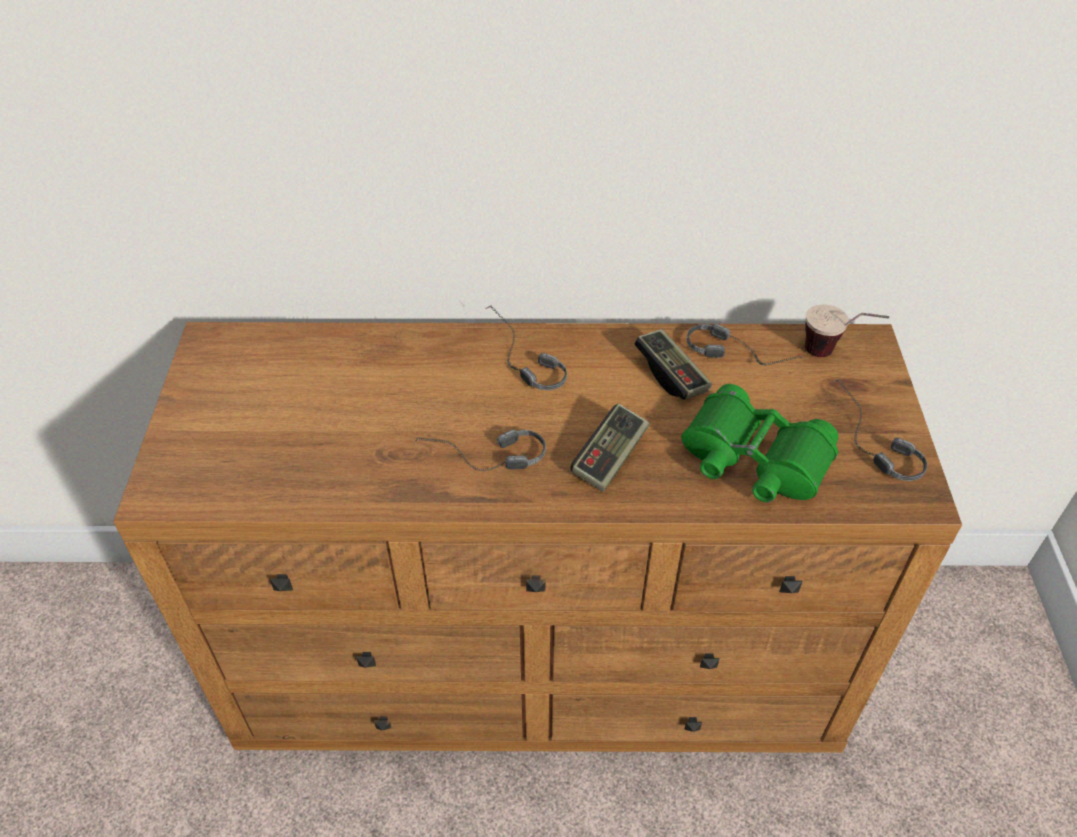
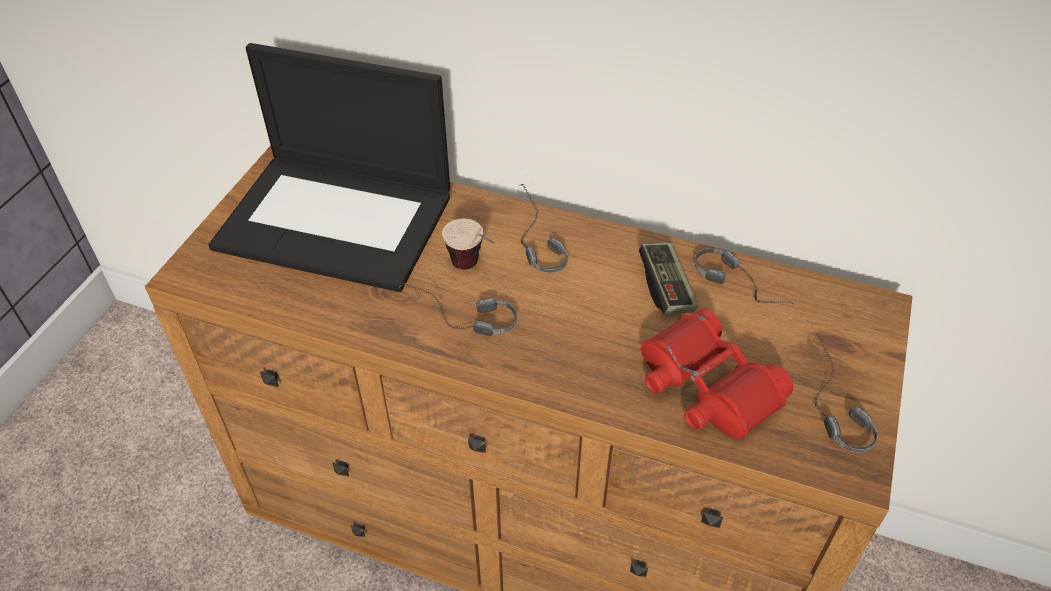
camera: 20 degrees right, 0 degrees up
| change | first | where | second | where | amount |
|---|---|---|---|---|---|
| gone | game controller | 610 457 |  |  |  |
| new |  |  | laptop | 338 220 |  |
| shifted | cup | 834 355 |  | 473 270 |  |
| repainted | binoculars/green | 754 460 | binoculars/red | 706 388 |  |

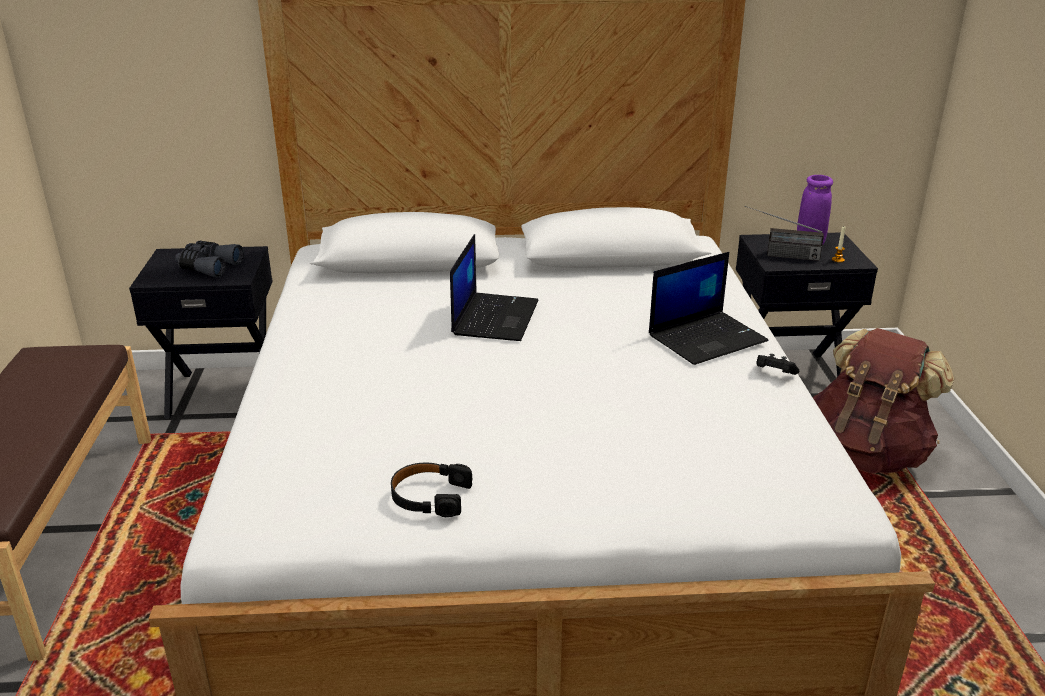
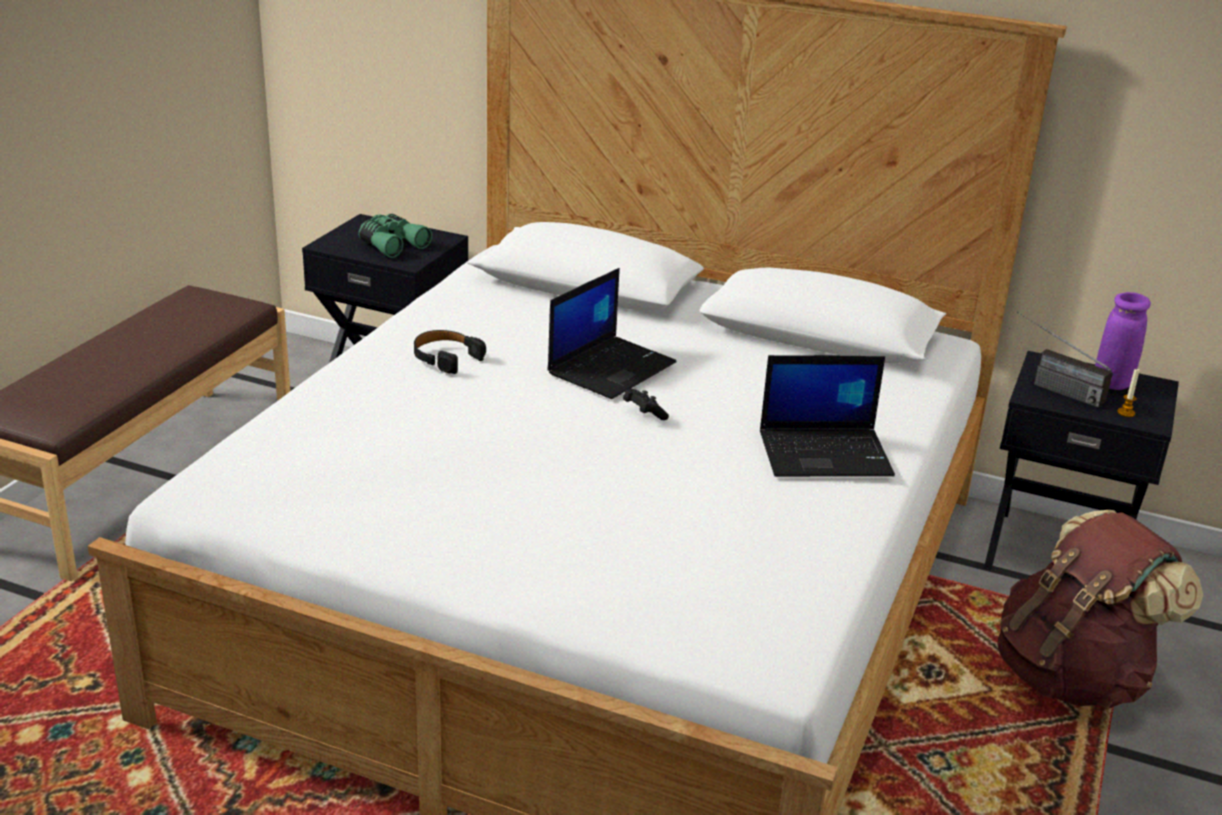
camera: 25 degrees right, 0 degrees up
| change | first | where | second | where | amount |
|---|---|---|---|---|---|
| shifted | headphones/black | 430 497 |  | 446 358 |  |
| shifted | game controller/black | 774 373 |  | 644 413 |  |
| repainted | binoculars/grey | 208 267 | binoculars/green | 391 244 |  |

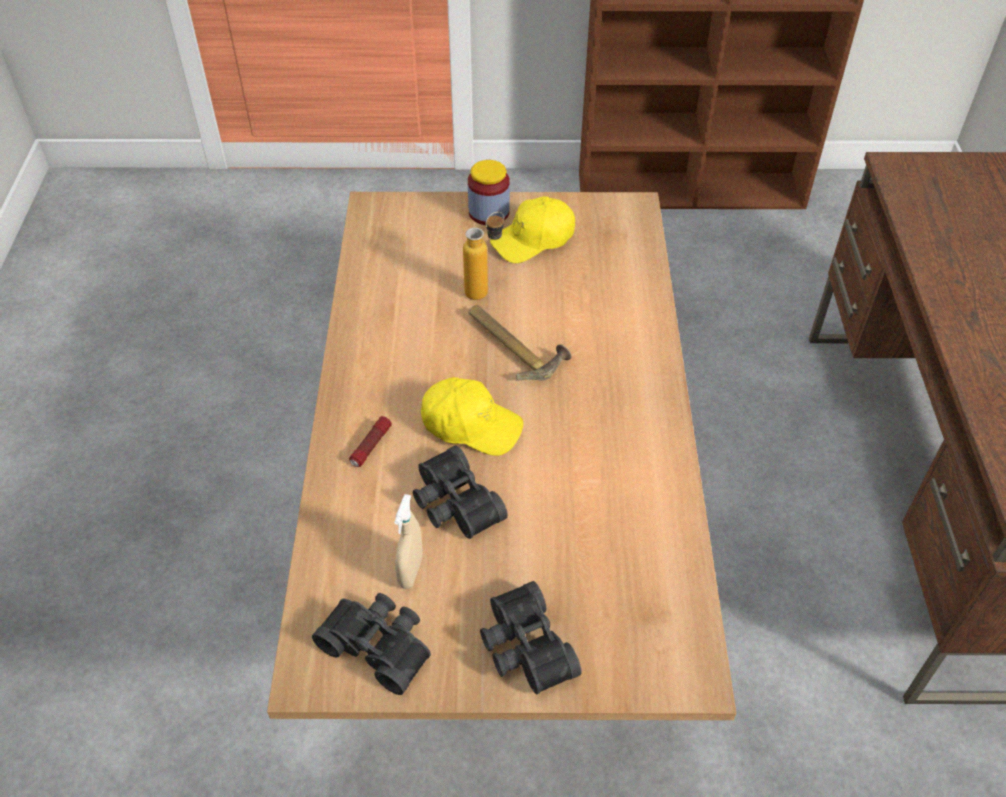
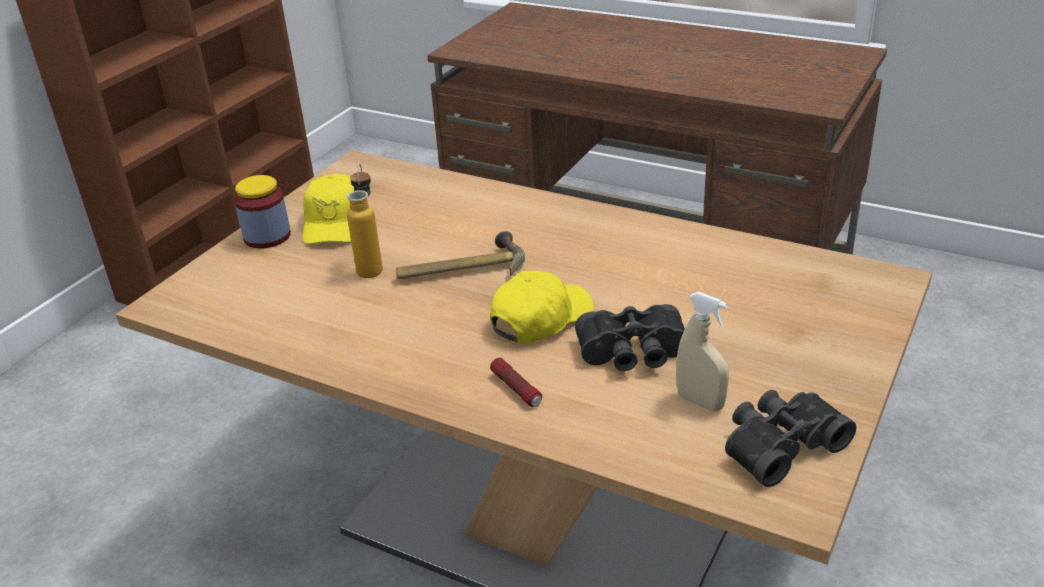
camera: 60 degrees left, 15 degrees down
| change | first | where | second | where | amount |
|---|---|---|---|---|---|
| gone | binoculars/black | 523 648 |  |  |  |

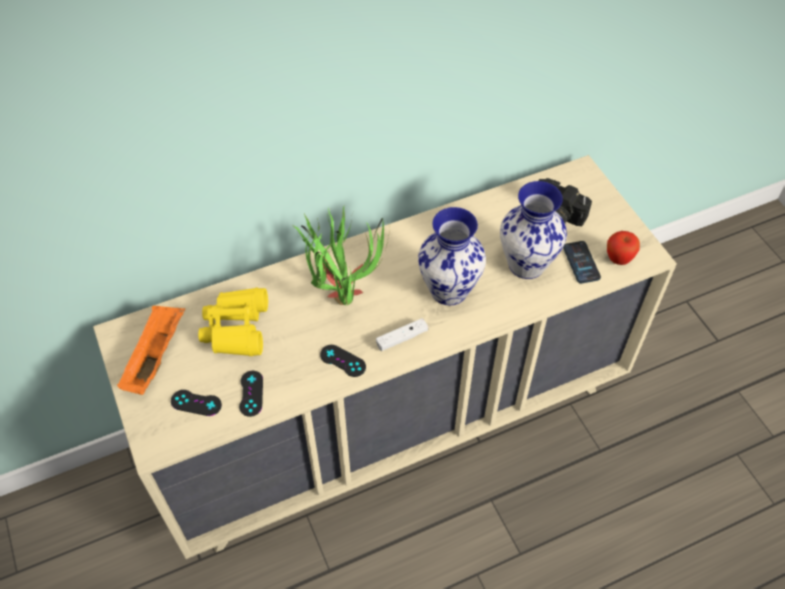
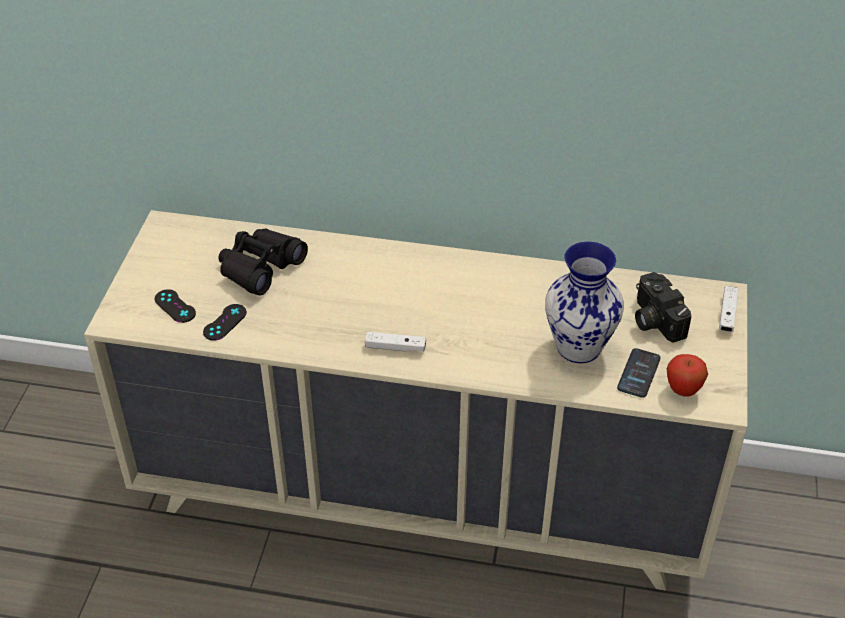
camera: 35 degrees right, 10 degrees down
| change | first | where | second | where | amount |
|---|---|---|---|---|---|
| gone | tray/orange | 155 356 |  |  |  |
| gone | potted plant | 342 290 |  |  |  |
| gone | game controller/black | 343 361 |  |  |  |
| gone | vase | 450 290 |  |  |  |
| new |  |  | game controller/white | 727 314 |  |
| repainted | binoculars/yellow | 236 328 | binoculars/black | 260 267 |  |

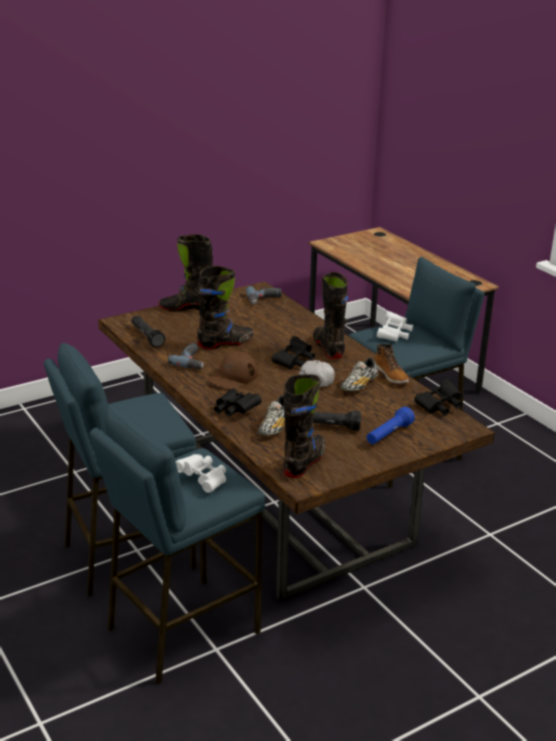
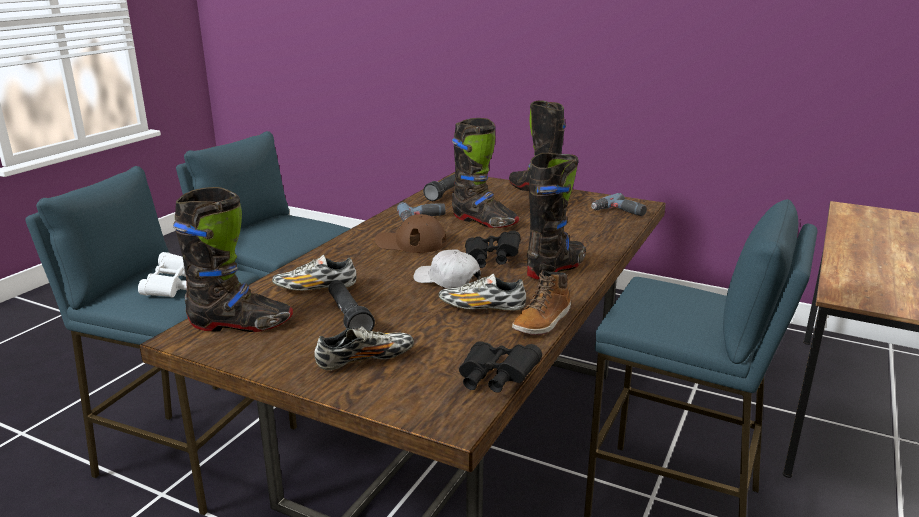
camera: 60 degrees right, 5 degrees down
| change | first | where | second | where | amount |
|---|---|---|---|---|---|
| gone | binoculars/black | 235 411 |  |  |  |
| gone | binoculars/white | 394 335 |  |  |  |
| swapped | flashlight/blue | 388 434 | shoe | 365 360 |  |

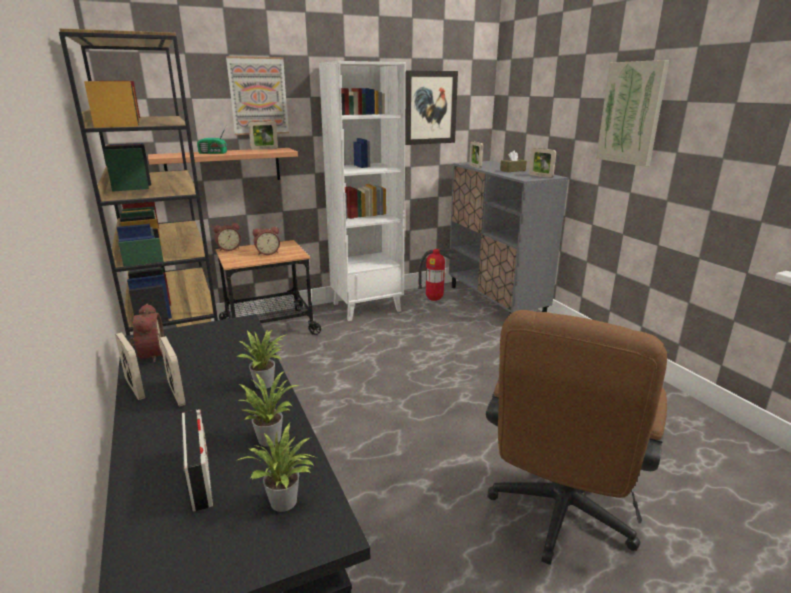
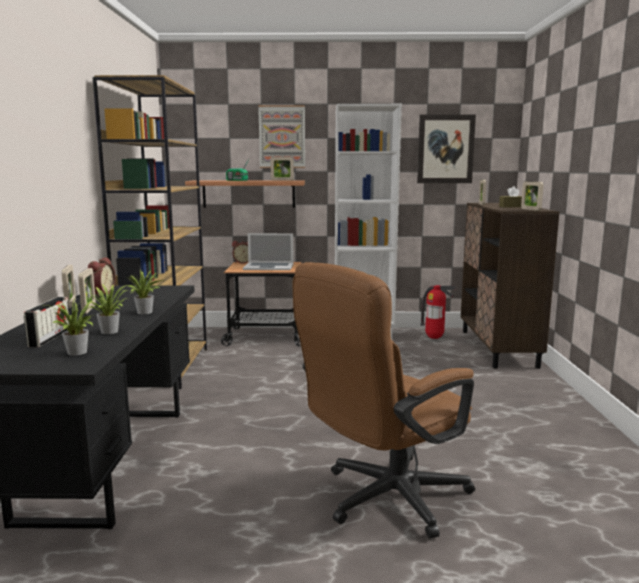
camera: 25 degrees right, 10 degrees down
| change | first | where | second | where | amount |
|---|---|---|---|---|---|
| gone | picture | 631 113 |  |  |  |
| swapped | alarm clock | 267 253 | laptop | 268 267 |  |
| repainted | cabinet/grey | 495 302 | cabinet/brown | 498 348 |  |

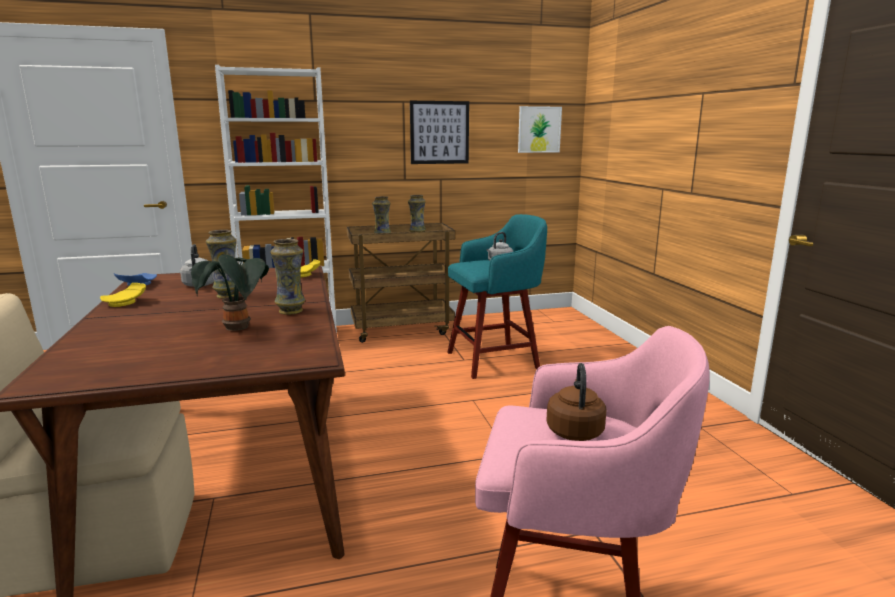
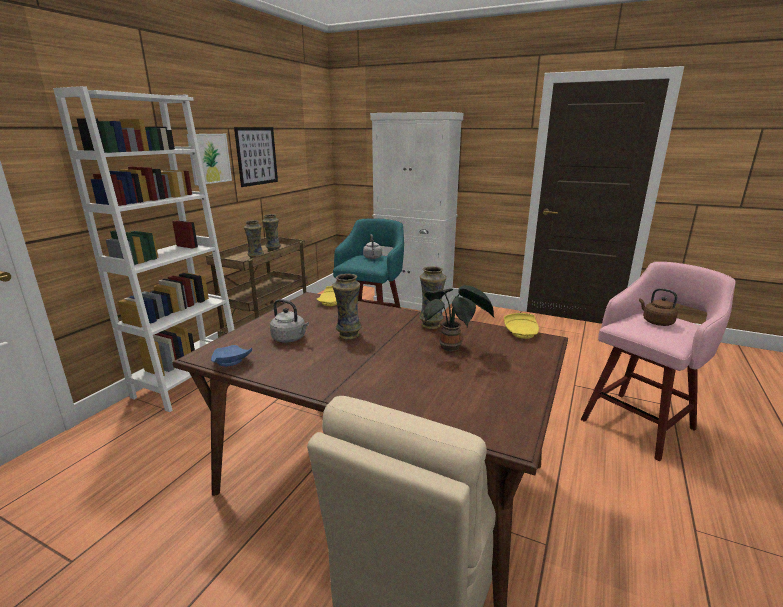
camera: 50 degrees left, 5 degrees up
| change | first | where | second | where | amount |
|---|---|---|---|---|---|
| new |  |  | cabinet/white | 413 302 |  |
| shifted | plate/yellow | 126 303 |  | 522 332 |  |
| shifted | picture | 539 129 |  | 209 158 |  |

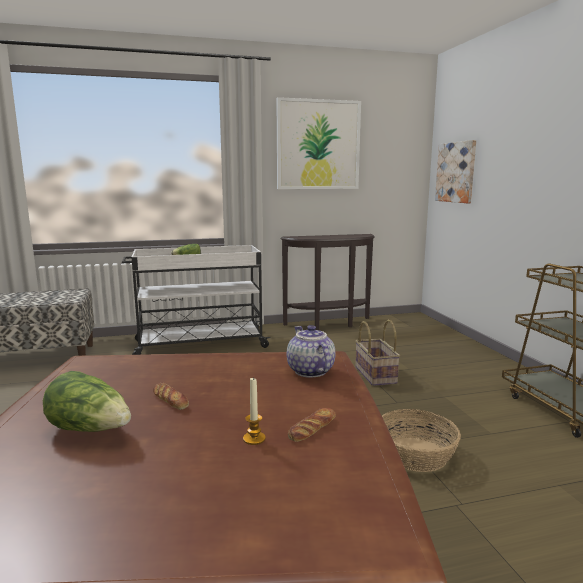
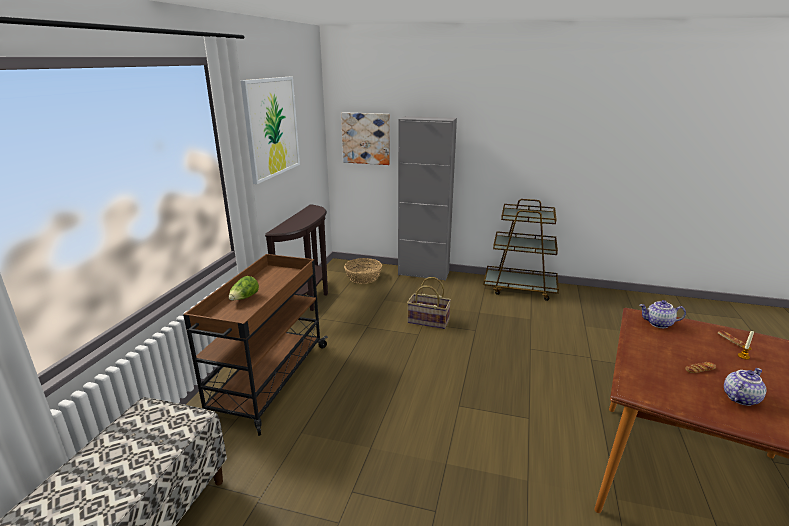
camera: 60 degrees left, 10 degrees up
| change | first | where | second | where | amount |
|---|---|---|---|---|---|
| new |  |  | cabinet/grey | 423 273 |  |
| shifted | basket | 416 454 |  | 363 278 |  |
| swapped | lettuce | 91 429 | teapot | 739 397 |  |
| repainted | cart/white | 199 344 | cart/brown | 268 381 |  |

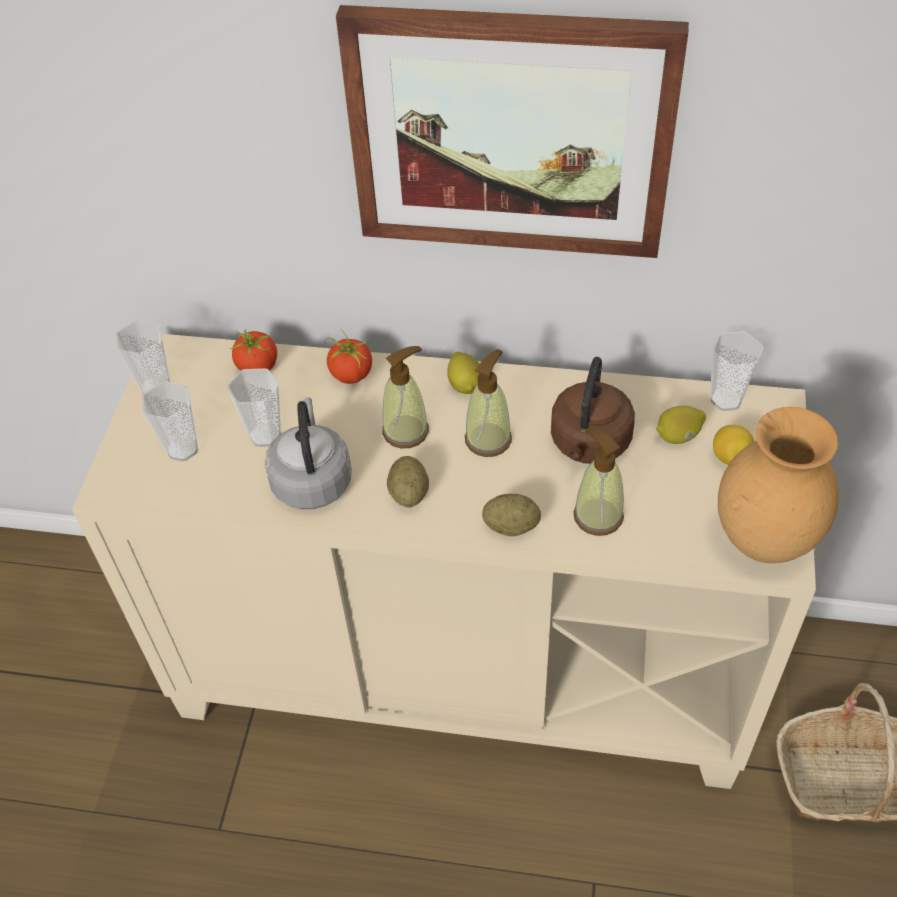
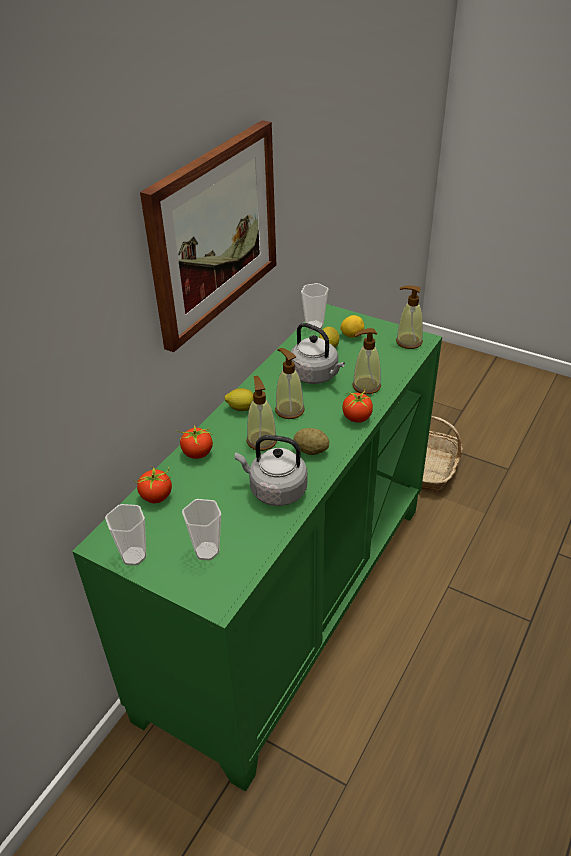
camera: 70 degrees left, 10 degrees down
| change | first | where | second | where | amount |
|---|---|---|---|---|---|
| gone | cup | 265 435 |  |  |  |
| swapped | potato | 511 526 | tomato | 357 417 |  |
| swapped | vase/brown | 763 542 | soap dispenser | 408 342 |  |
| repainted | cabinet/beige | 462 666 | cabinet/green | 288 603 |  |
| repainted | kettle/brown | 589 444 | kettle/grey | 316 376 |  |

